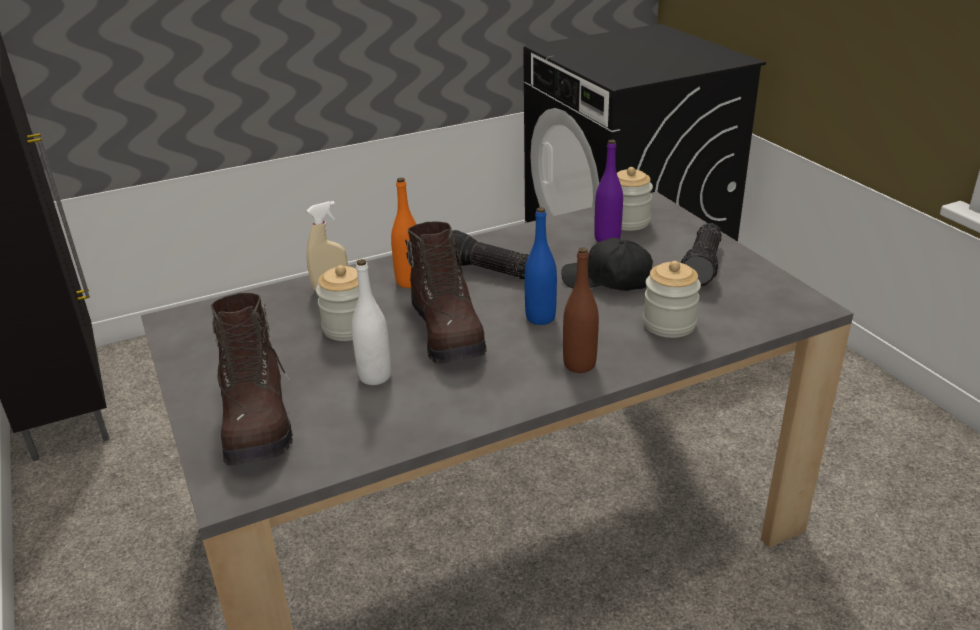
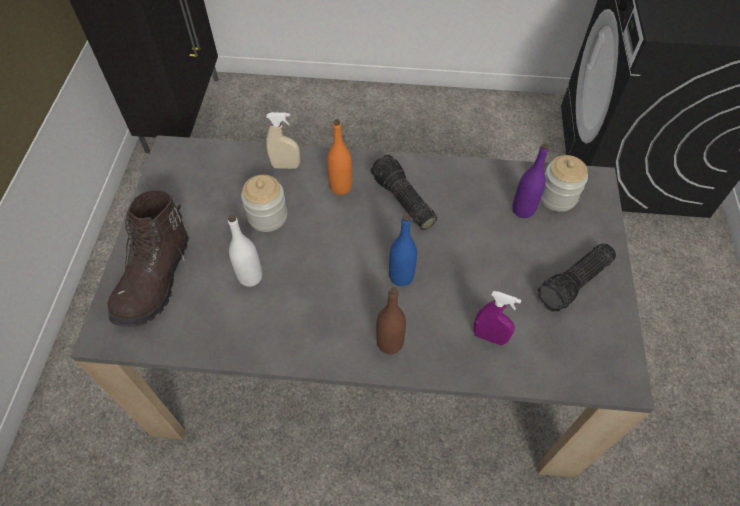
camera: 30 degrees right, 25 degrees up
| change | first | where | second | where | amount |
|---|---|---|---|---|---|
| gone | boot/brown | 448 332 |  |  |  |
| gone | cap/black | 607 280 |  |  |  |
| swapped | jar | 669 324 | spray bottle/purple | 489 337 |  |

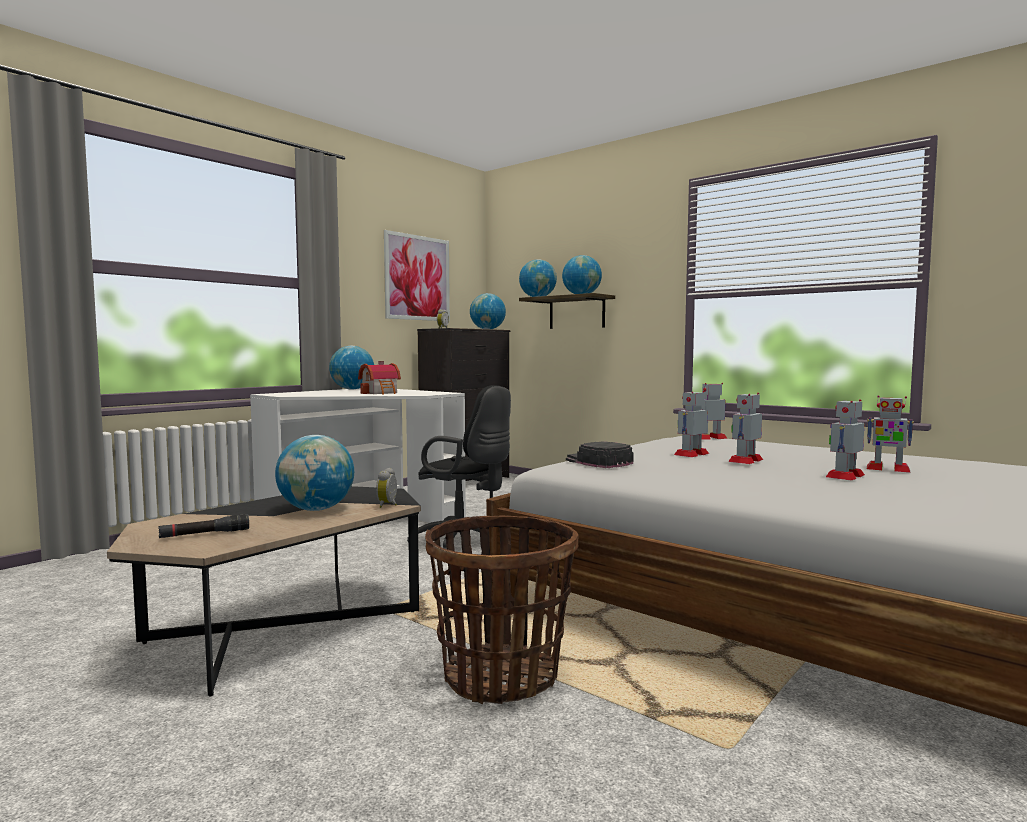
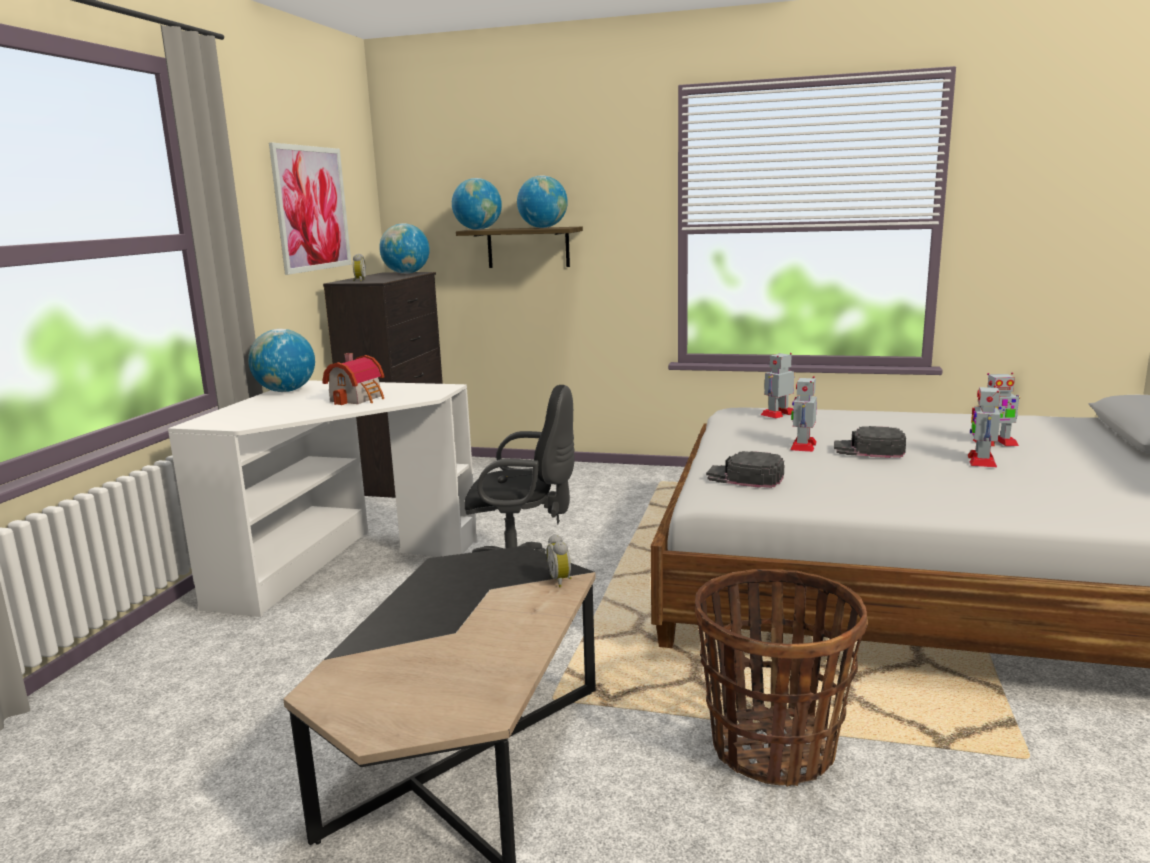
camera: 25 degrees left, 10 degrees up
| change | first | where | second | where | amount |
|---|---|---|---|---|---|
| gone | flashlight/black | 205 534 |  |  |  |
| gone | globe | 316 509 |  |  |  |
| swapped | toy robot | 745 460 | cap/black | 869 450 |  |

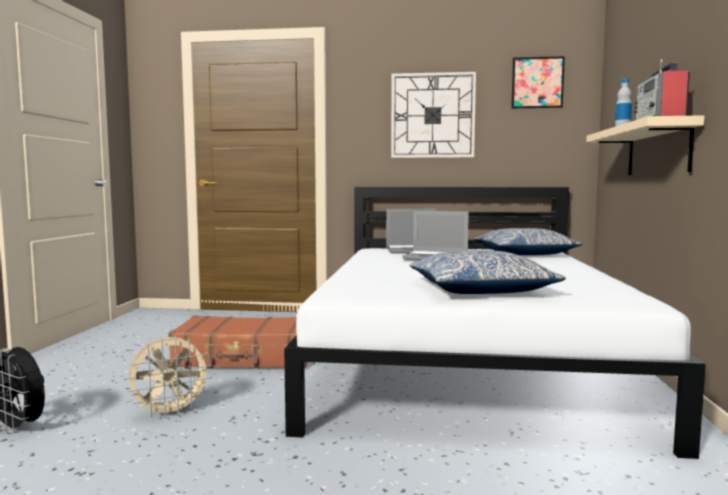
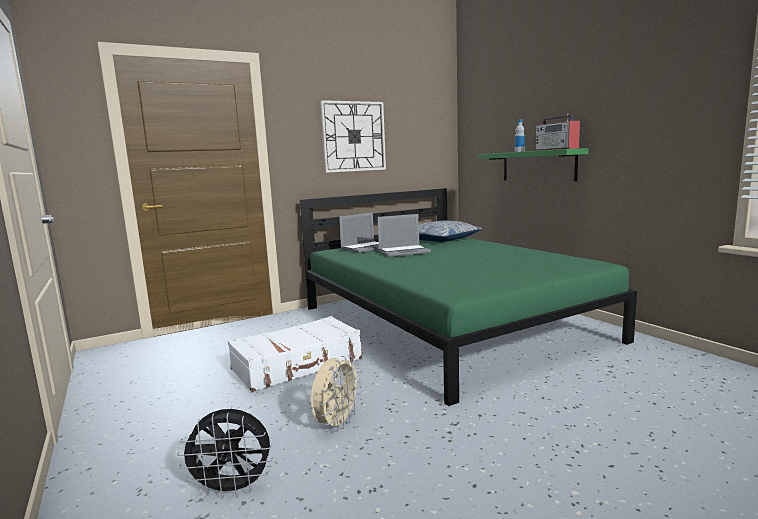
camera: 35 degrees left, 5 degrees up
| change | first | where | second | where | amount |
|---|---|---|---|---|---|
| gone | pillow | 479 290 |  |  |  |
| gone | picture | 537 82 |  |  |  |
| repainted | suitcase/brown | 246 358 | suitcase/white | 298 365 |  |
| repainted | bed/white | 466 361 | bed/green | 447 322 |  |
| repainted | shelf/beige | 657 150 | shelf/green | 538 166 |  |

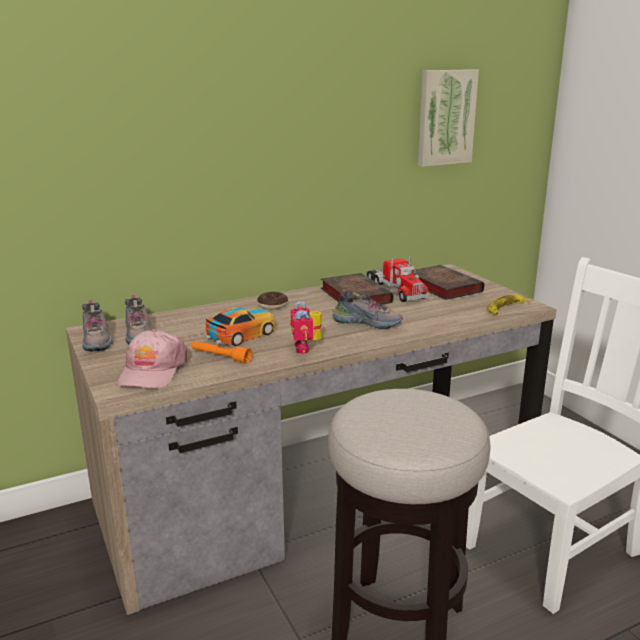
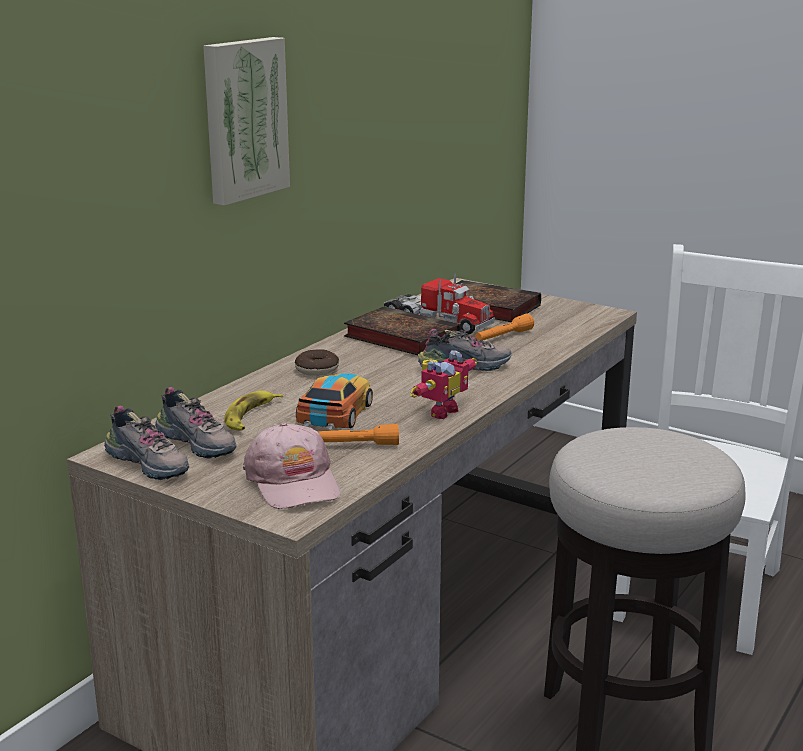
camera: 30 degrees left, 0 degrees up
| change | first | where | second | where | amount |
|---|---|---|---|---|---|
| new |  |  | flashlight/orange | 503 337 |  |
| shifted | picture | 445 117 |  | 243 119 |  |
| shifted | banana | 505 308 |  | 250 416 |  |
| rotated | toy robot | 306 348 |  | 439 411 | 105 degrees counterclockwise |

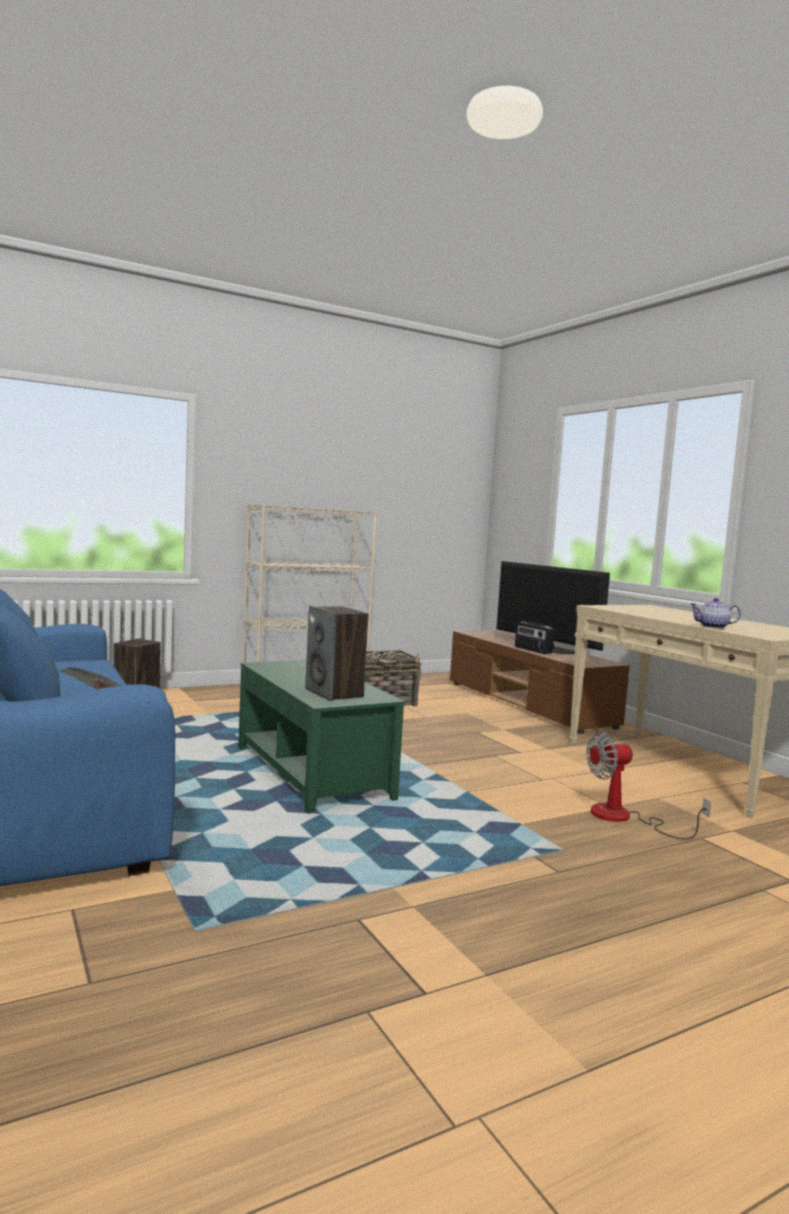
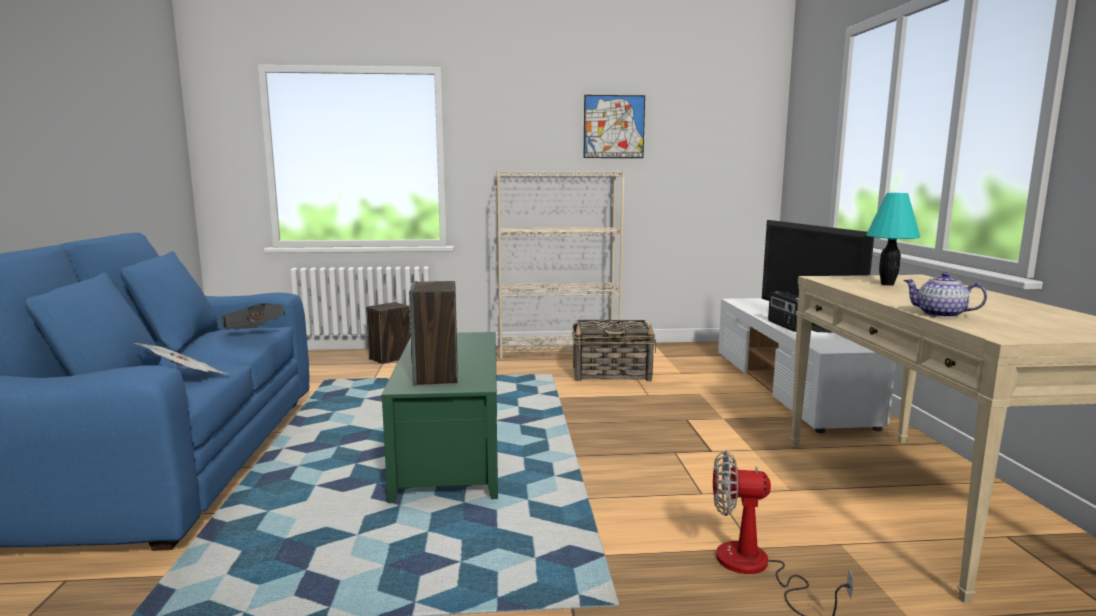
camera: 25 degrees right, 5 degrees up
| change | first | where | second | where | amount |
|---|---|---|---|---|---|
| new |  |  | newspaper | 255 334 |  |
| new |  |  | picture | 614 127 |  |
| new |  |  | table lamp/turquoise | 887 284 |  |
| repainted | tv stand/brown | 529 705 | tv stand/white | 789 388 |  |

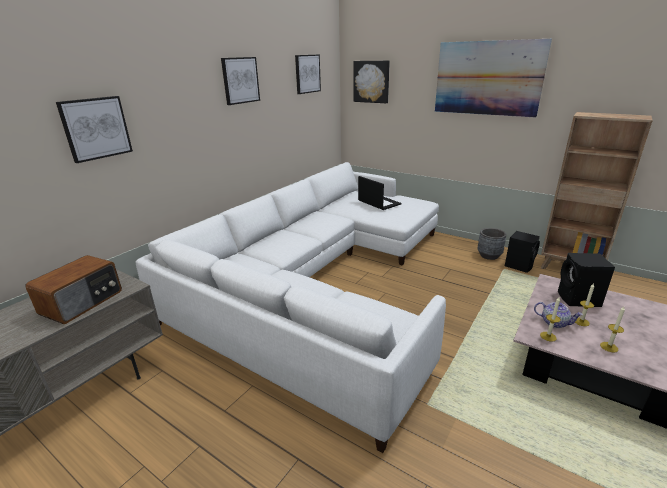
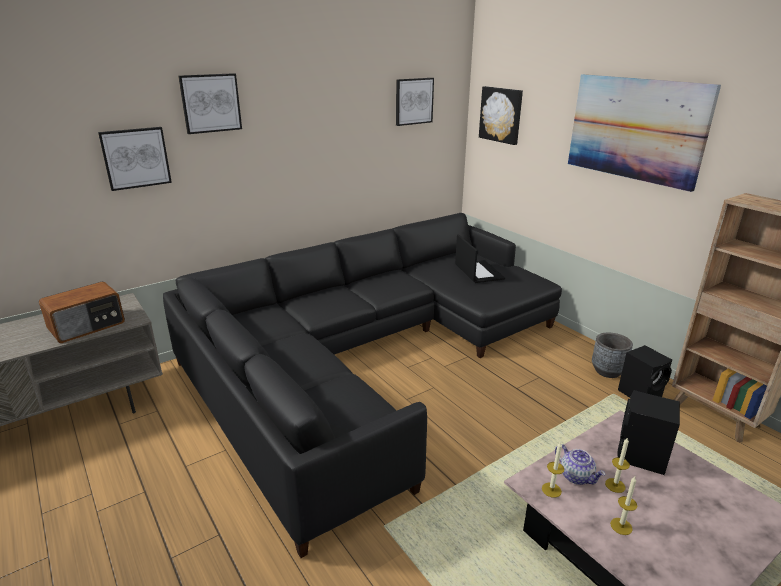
camera: 20 degrees right, 0 degrees up
| change | first | where | second | where | amount |
|---|---|---|---|---|---|
| shifted | picture | 240 80 |  | 210 103 |  |
| repainted | sofa/white | 319 282 | sofa/black | 368 356 |  |

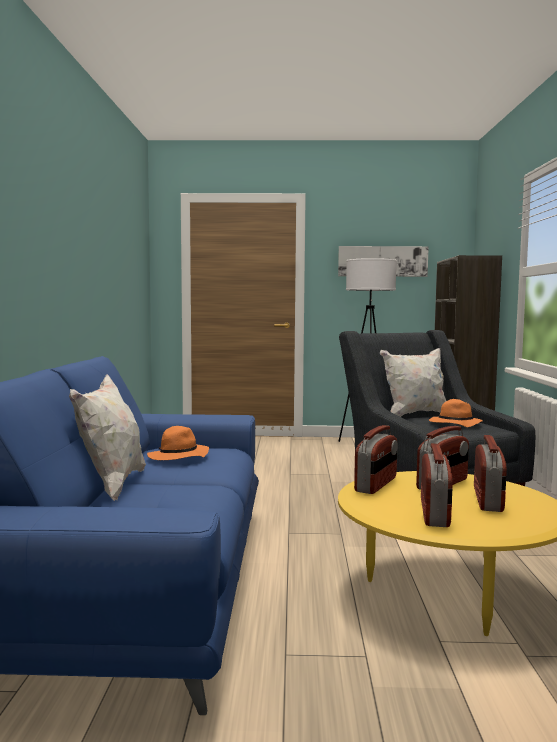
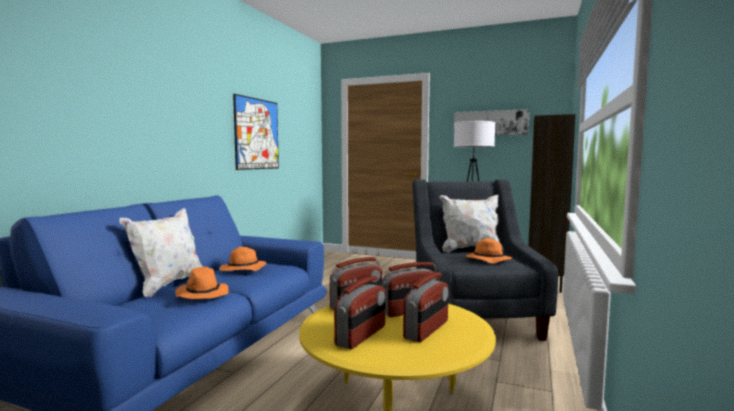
camera: 20 degrees right, 0 degrees up
| change | first | where | second | where | amount |
|---|---|---|---|---|---|
| new |  |  | hat/orange | 202 294 |  |
| new |  |  | picture | 257 134 |  |

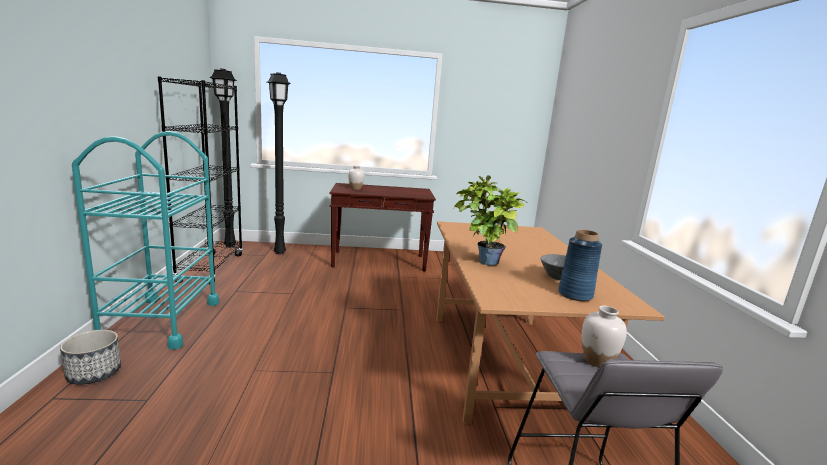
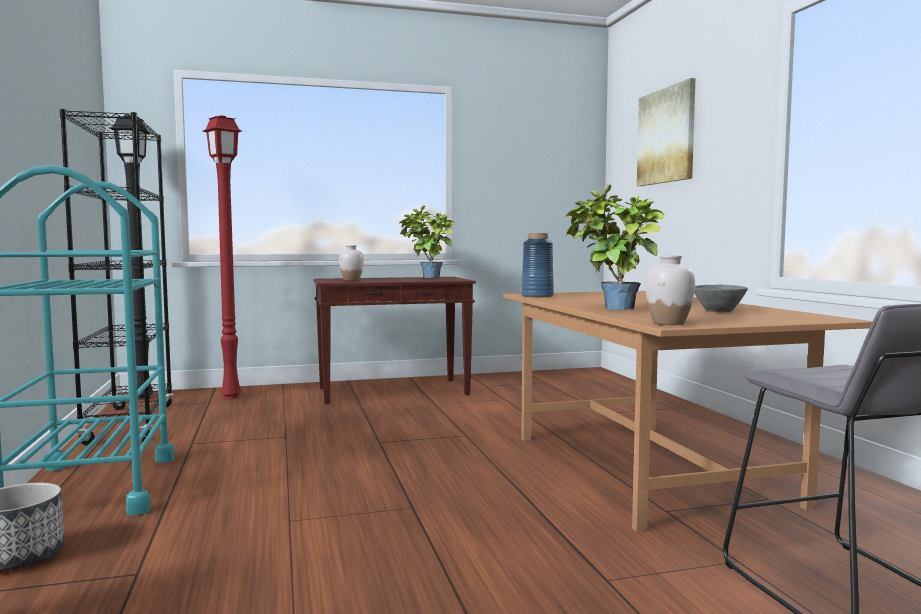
camera: 10 degrees left, 10 degrees down
| change | first | where | second | where | amount |
|---|---|---|---|---|---|
| new |  |  | potted plant | 426 277 |  |
| new |  |  | picture | 666 136 |  |
| shifted | vase/blue | 575 294 |  | 537 296 |  |
| shifted | vase/white | 597 361 |  | 668 323 |  |
| repainted | floor lamp/black | 279 253 | floor lamp/red | 230 397 |  |

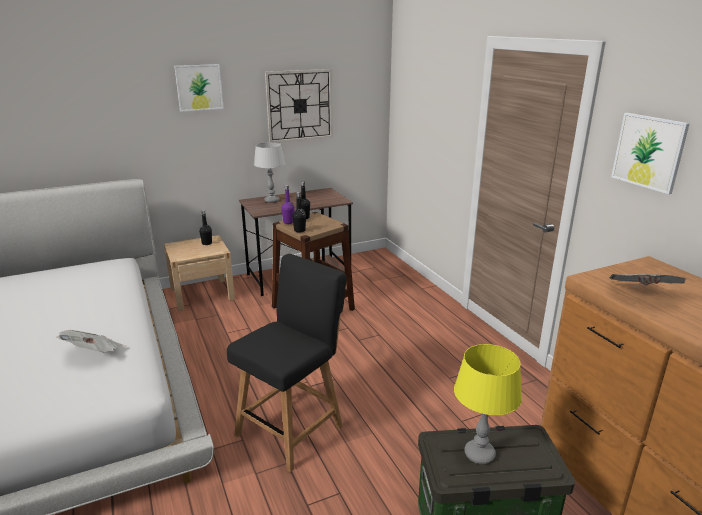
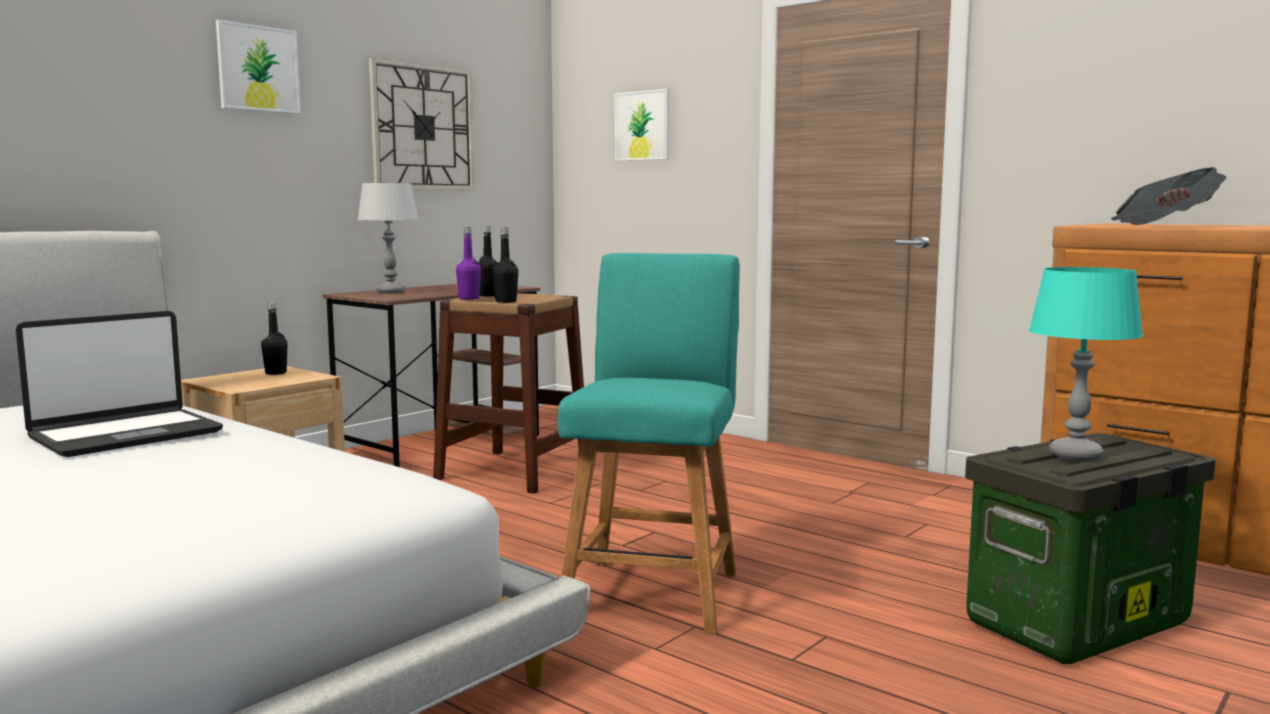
camera: 25 degrees left, 15 degrees down
| change | first | where | second | where | amount |
|---|---|---|---|---|---|
| gone | newspaper | 95 354 |  |  |  |
| new |  |  | laptop | 125 435 |  |
| shifted | picture | 649 152 |  | 643 126 |  |
| repainted | chair/black | 293 428 | chair/turquoise | 653 590 |  |
| repainted | table lamp/yellow | 479 454 | table lamp/turquoise | 1075 455 |  |

